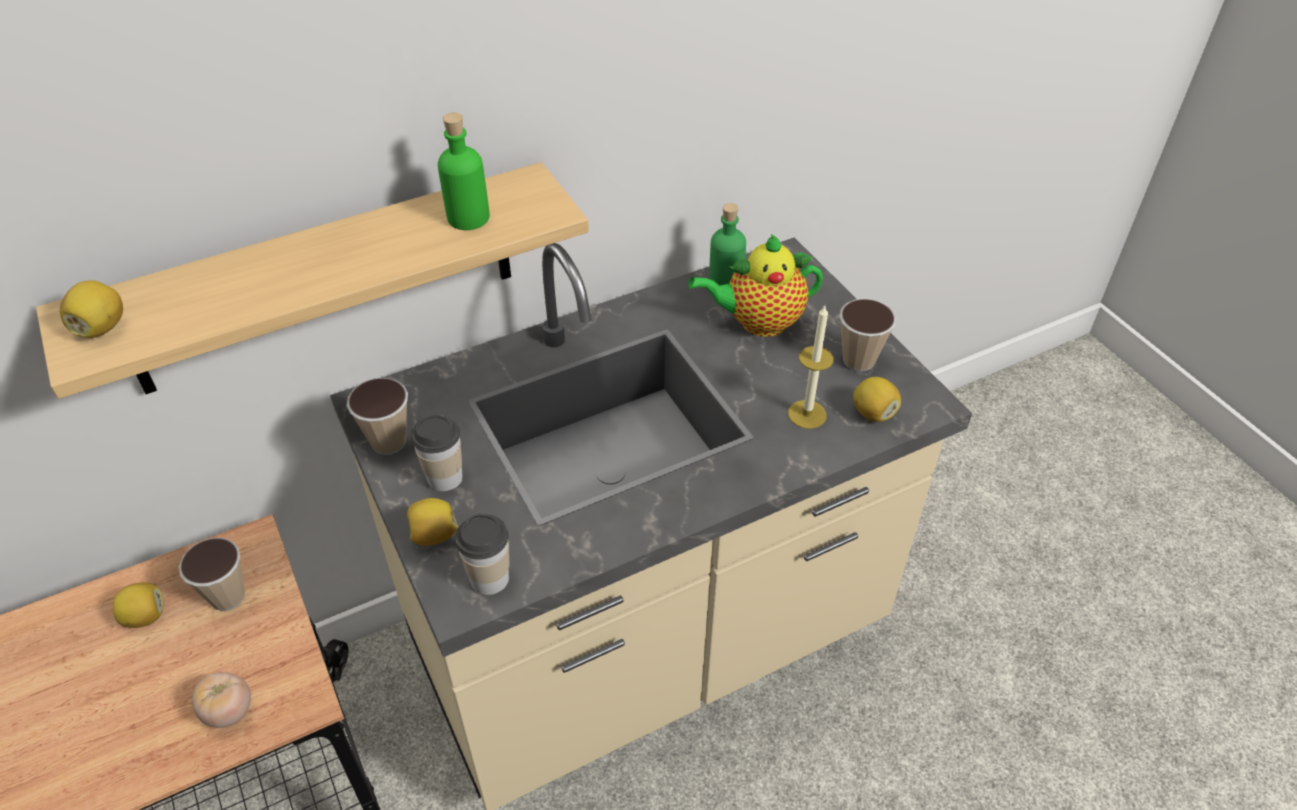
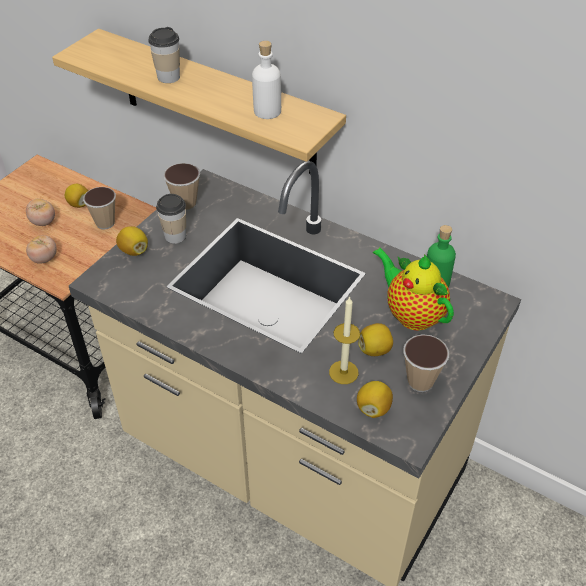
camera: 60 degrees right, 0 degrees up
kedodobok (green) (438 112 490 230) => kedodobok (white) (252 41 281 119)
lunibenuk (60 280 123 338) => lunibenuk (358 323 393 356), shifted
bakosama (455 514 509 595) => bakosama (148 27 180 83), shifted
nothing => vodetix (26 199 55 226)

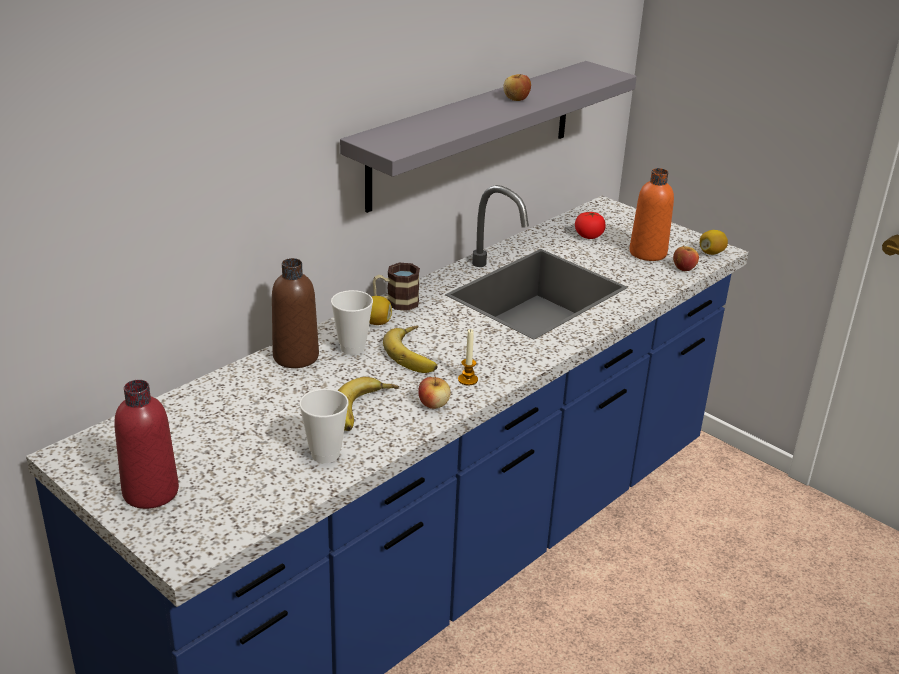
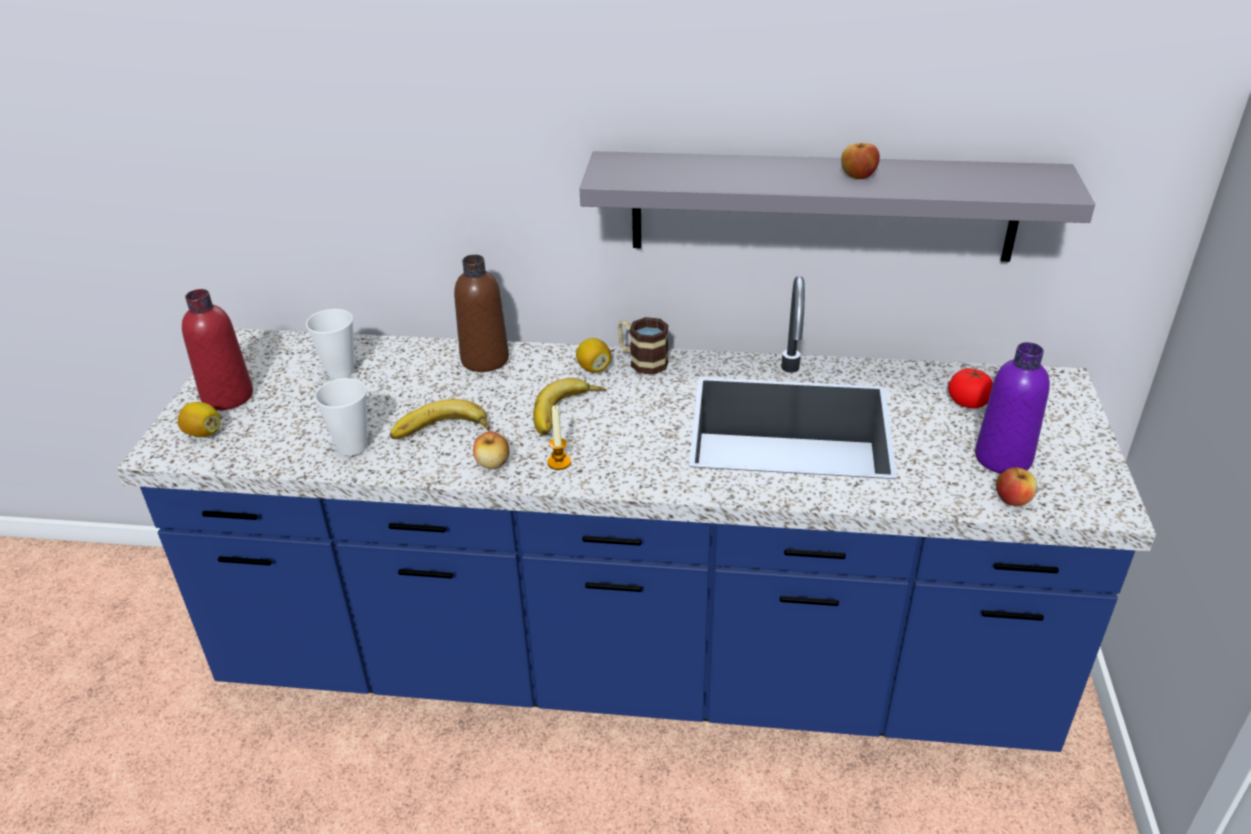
camera: 55 degrees right, 5 degrees up
kedodobok (orange) (629 168 674 261) => kedodobok (purple) (975 342 1050 474)
lunibenuk (700 230 728 255) => lunibenuk (178 402 220 437), shifted
bakosama (331 290 373 355) => bakosama (306 309 355 379), shifted

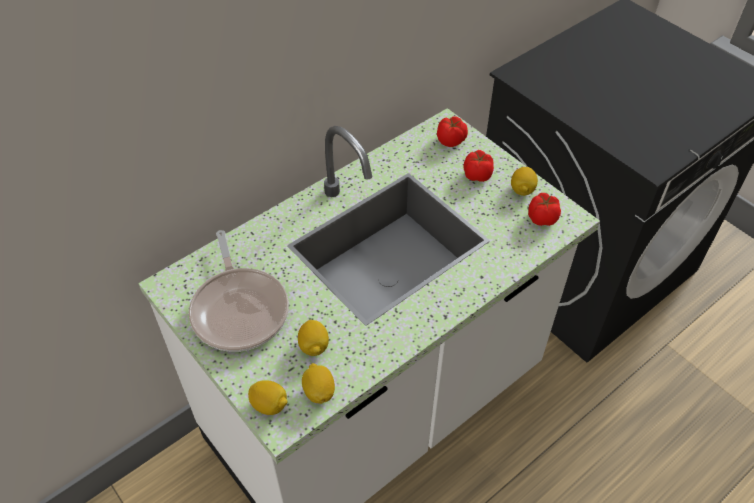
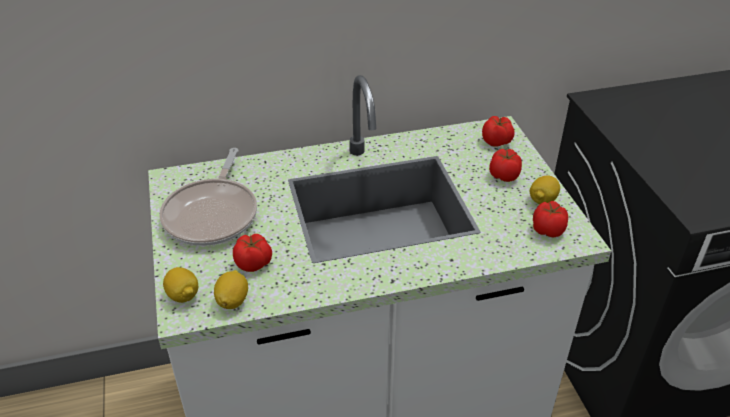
camera: 25 degrees right, 10 degrees down
lunibenuk (298 320 329 356) => vodetix (233 234 272 272)

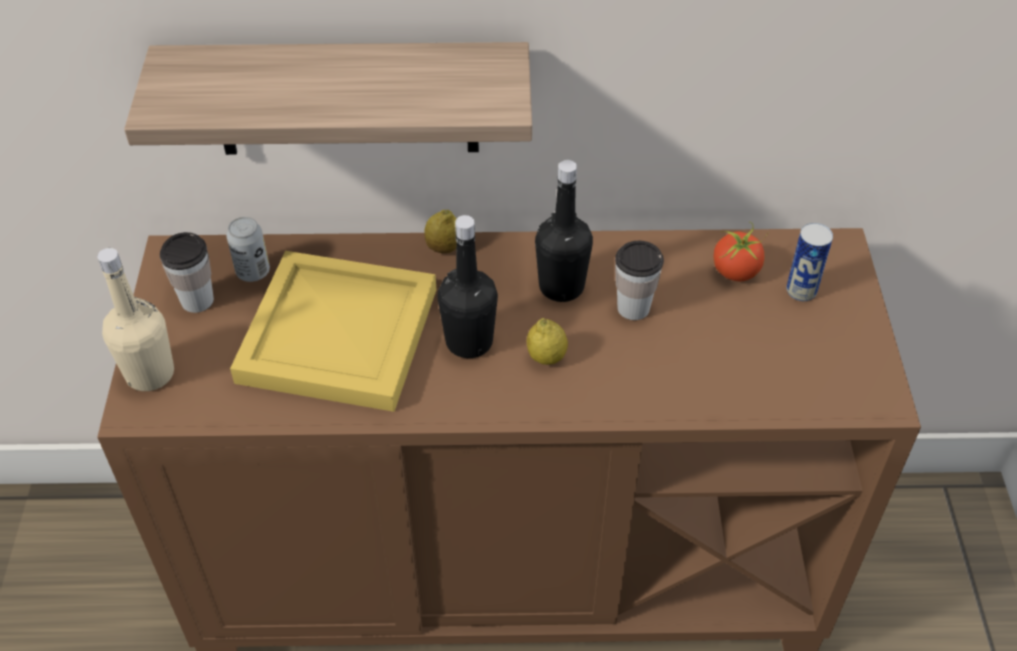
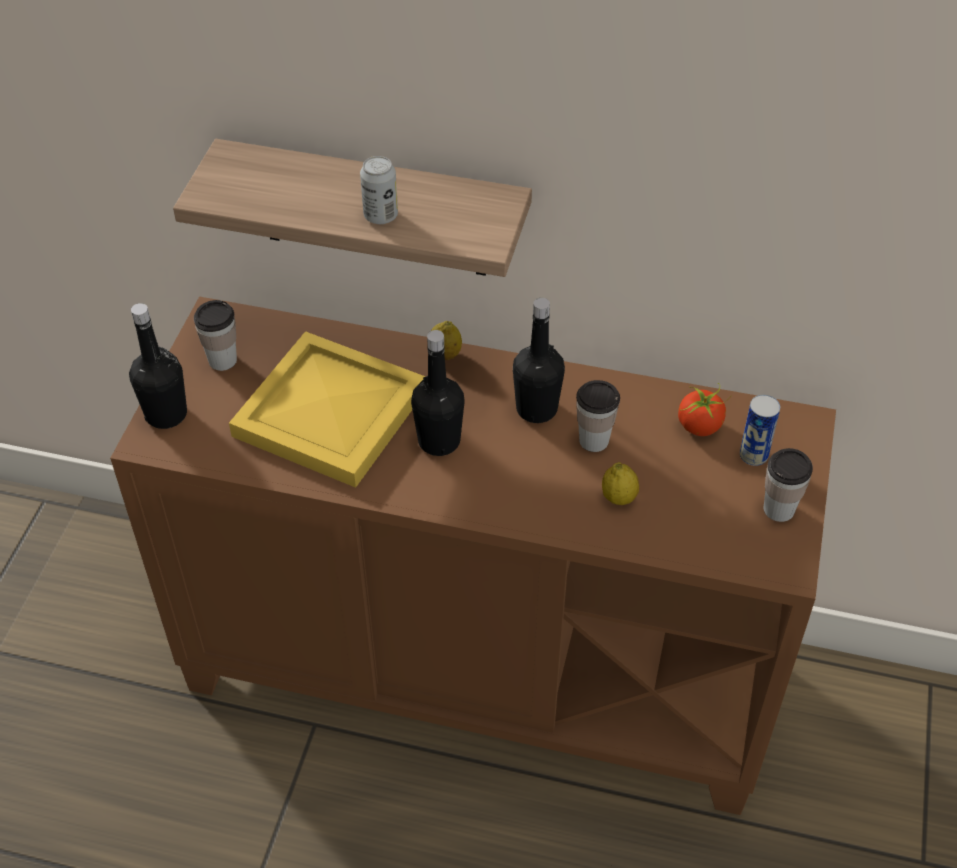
camera: 15 degrees right, 0 degrees up
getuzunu (226 217 270 282) => getuzunu (360 156 398 224), shifted
kedodobok (beige) (97 248 174 391) => kedodobok (black) (129 303 187 429)
lunibenuk (526 318 568 365) => lunibenuk (602 462 639 505), shifted
nothing => bakosama (764 448 813 522)

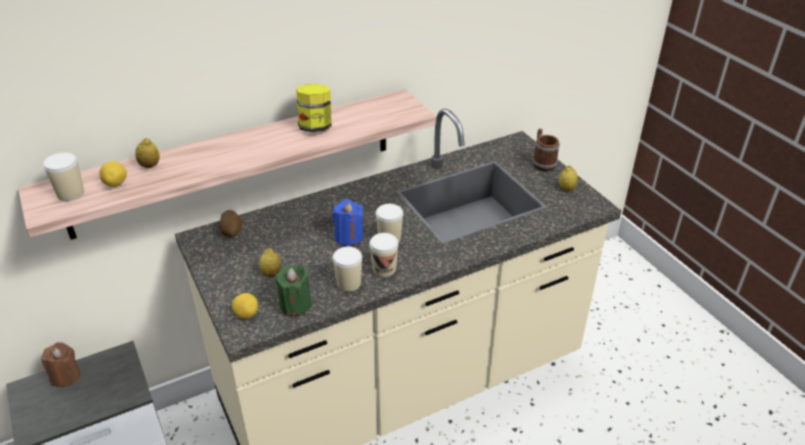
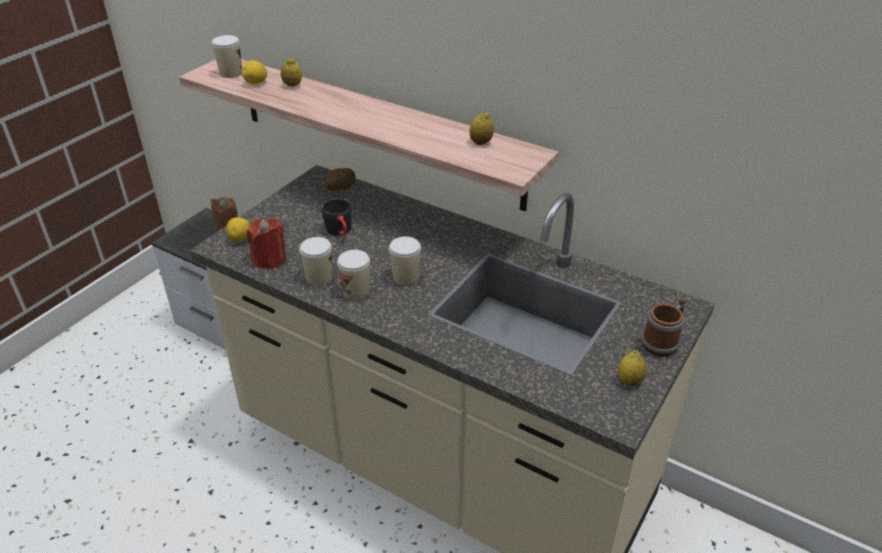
camera: 60 degrees right, 0 degrees up
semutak (296 84 332 132) => nothing
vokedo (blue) (333 199 363 246) => nothing
lunibenuk (259 248 281 277) => lunibenuk (469 111 494 145), shifted
vokedo (green) (276 265 312 316) => vokedo (red) (247 218 286 269)
nothing => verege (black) (322 198 352 236)

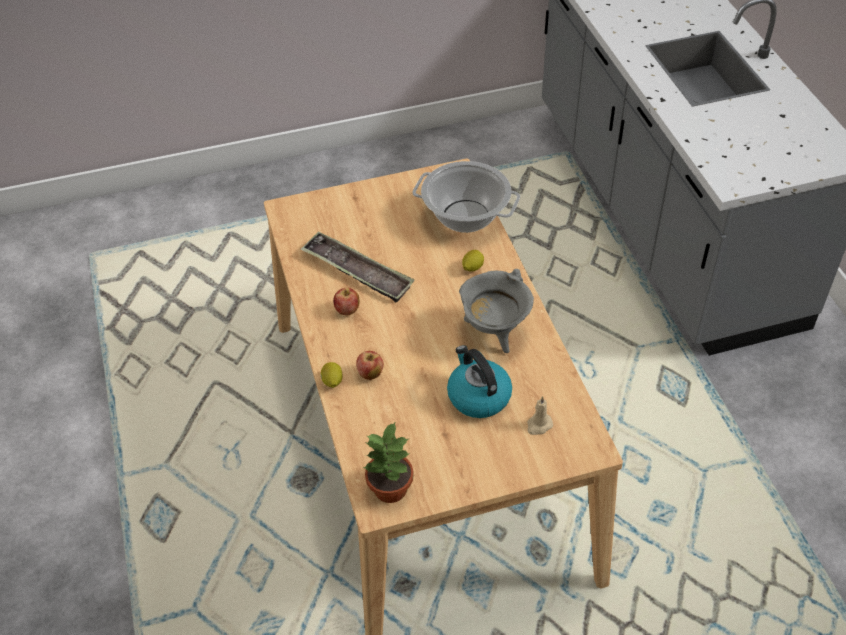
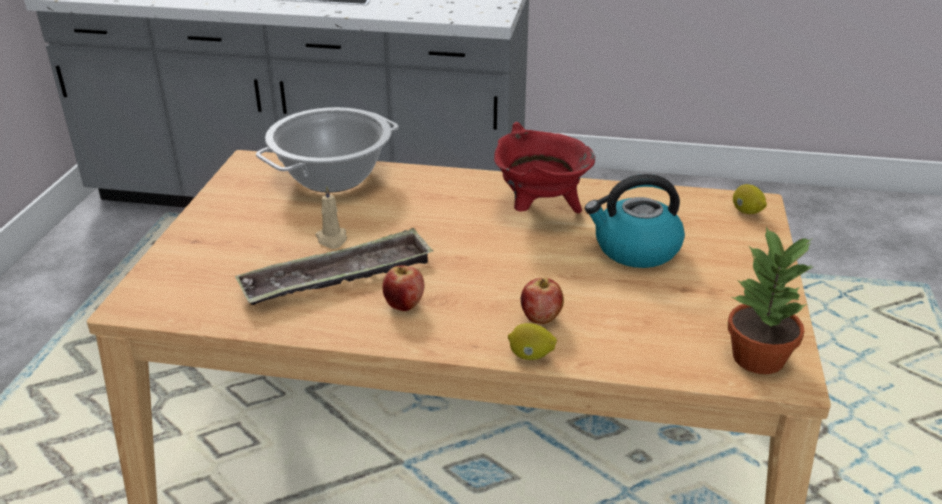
camera: 65 degrees left, 15 degrees down
lunibenuk (462 250 484 272) => lunibenuk (733 184 767 214), shifted
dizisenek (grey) (459 269 534 353) => dizisenek (red) (494 122 595 213)
vokedo (beige) (527 396 553 435) => vokedo (beige) (315 186 347 249), shifted

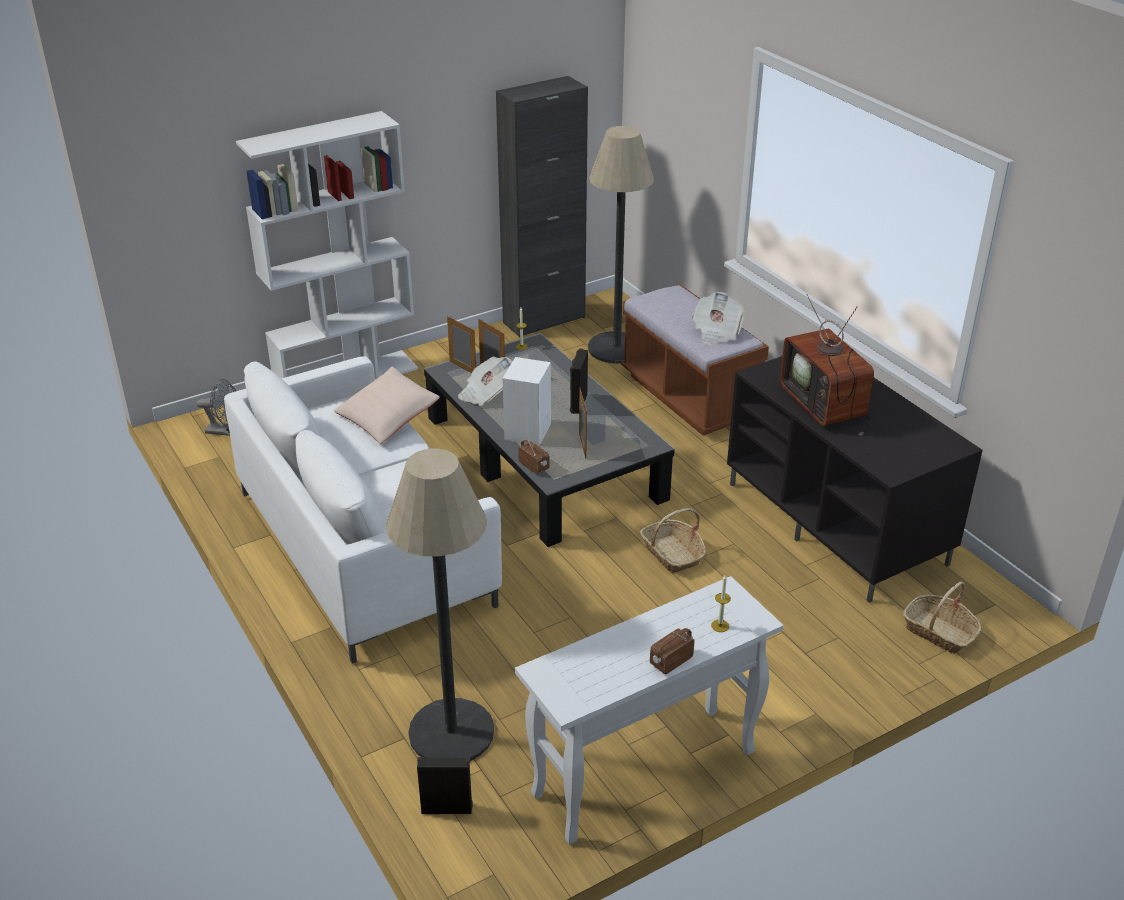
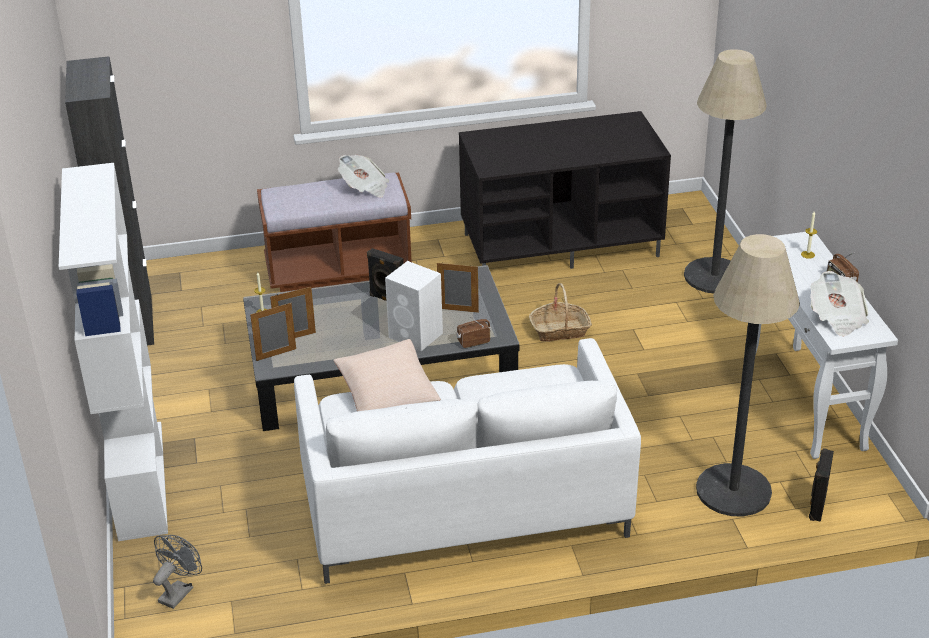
camera: 70 degrees left, 0 degrees up
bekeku (588 126 654 364) => bekeku (684 49 767 294), shifted
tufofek (780 294 874 436) => nothing
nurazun (458 357 512 406) => nurazun (810 271 869 337), shifted
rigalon (903 581 981 654) => nothing

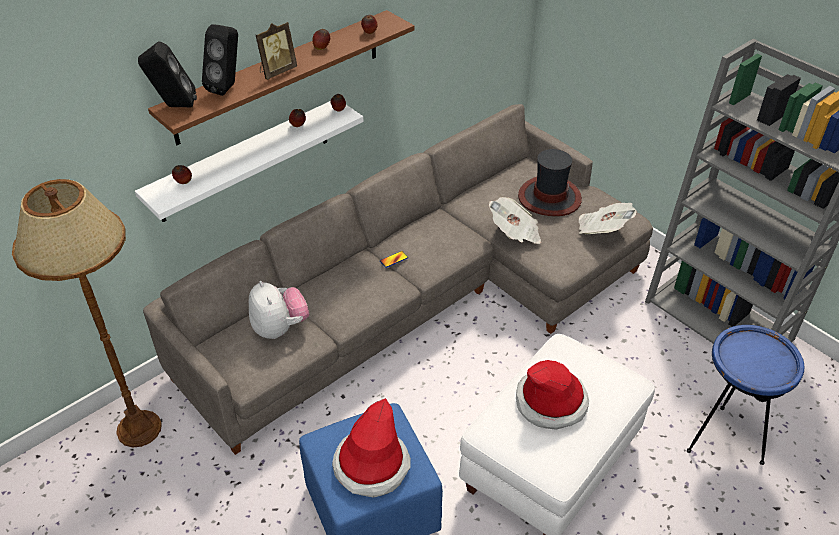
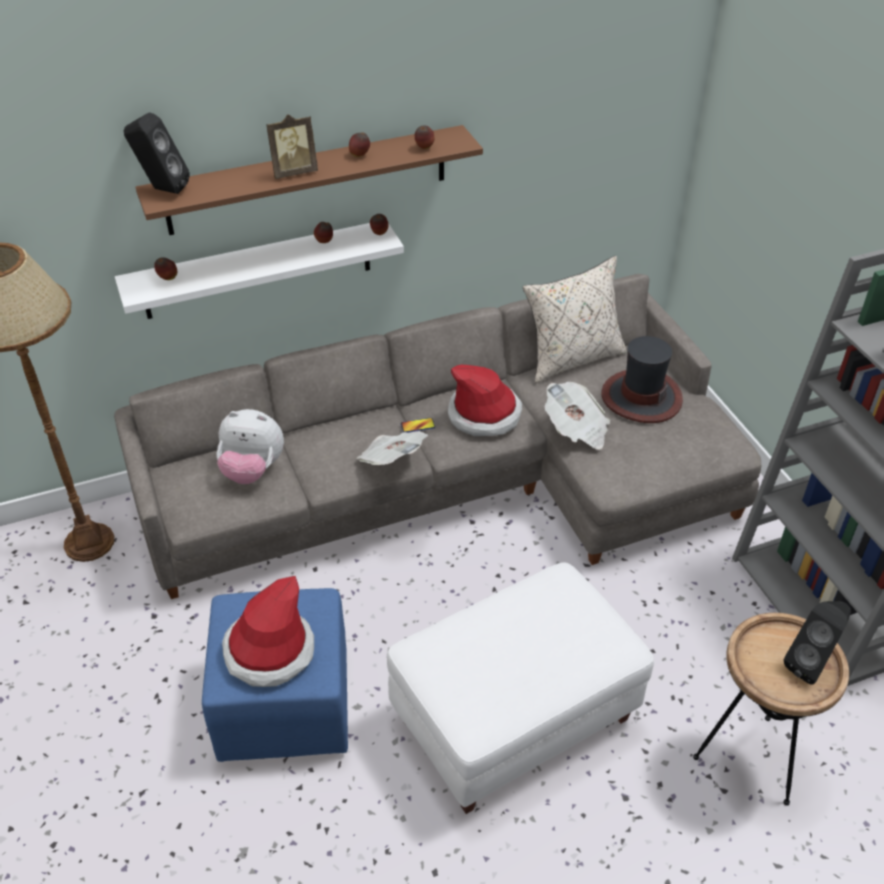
camera: 20 degrees right, 0 degrees up
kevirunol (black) (202 24 238 96) => kevirunol (black) (784 601 851 684), shifted
nurazun (579 203 636 234) => nurazun (356 431 428 465), shifted
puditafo (249 281 309 339) => puditafo (216 409 284 484), 105 degrees clockwise
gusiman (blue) (687 325 804 465) => gusiman (brown) (693 613 849 806)
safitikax (516 360 589 430) => safitikax (448 365 522 436), shifted
nothing => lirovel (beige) (523 256 627 383)

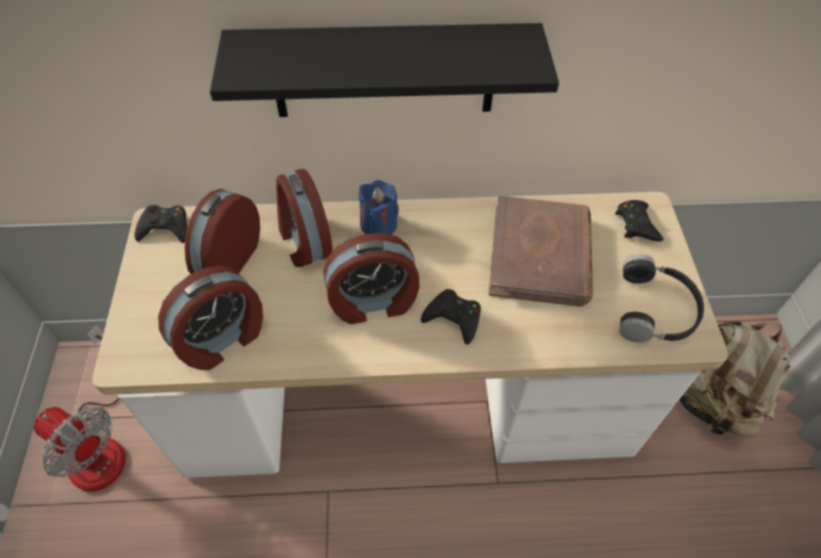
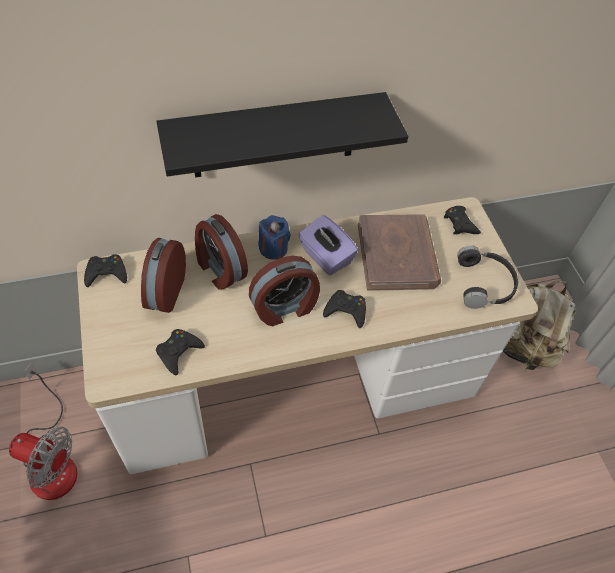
camera: 15 degrees left, 0 degrees up
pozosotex (158 266 263 370) => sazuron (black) (156 329 205 375)
nothing => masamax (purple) (298 215 358 276)

